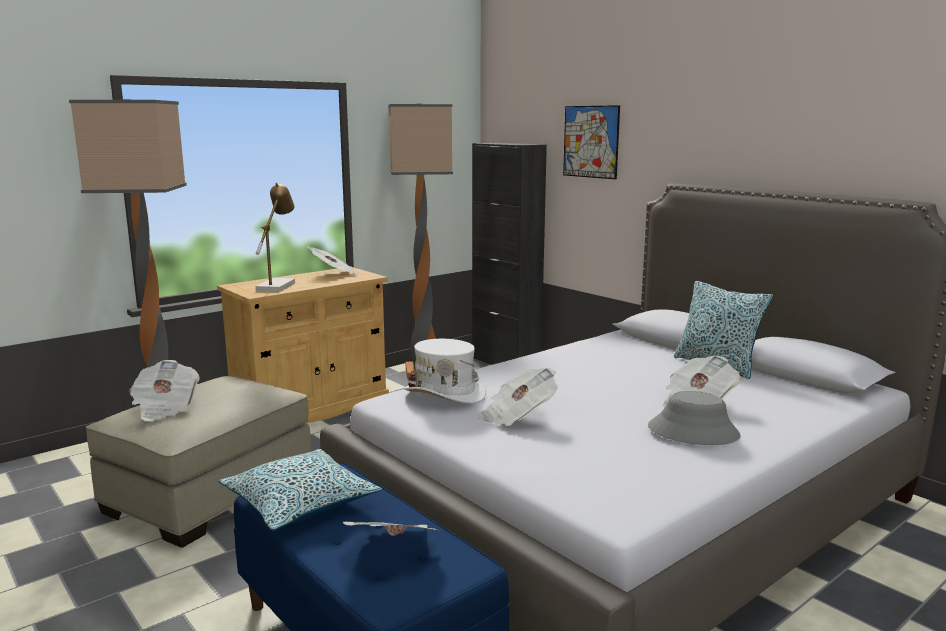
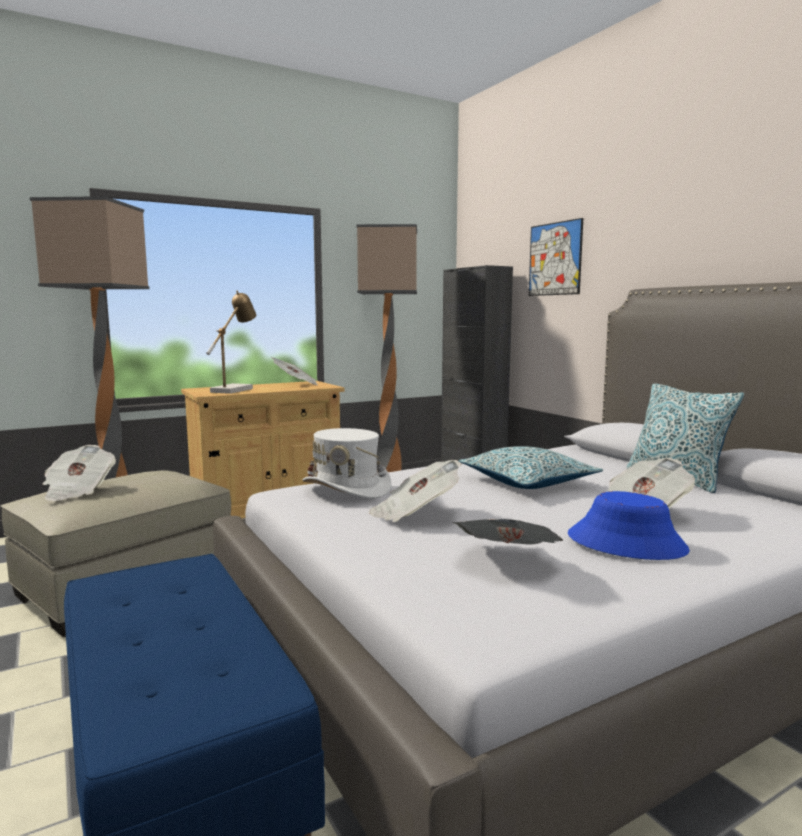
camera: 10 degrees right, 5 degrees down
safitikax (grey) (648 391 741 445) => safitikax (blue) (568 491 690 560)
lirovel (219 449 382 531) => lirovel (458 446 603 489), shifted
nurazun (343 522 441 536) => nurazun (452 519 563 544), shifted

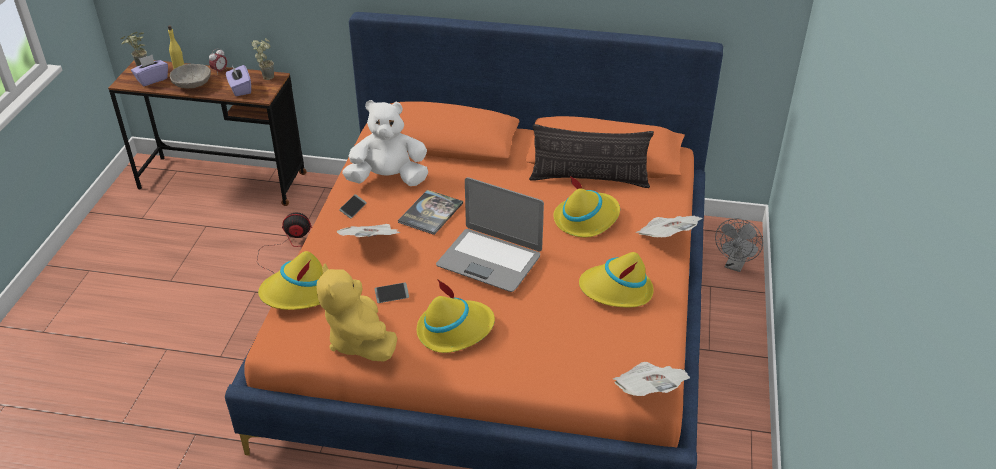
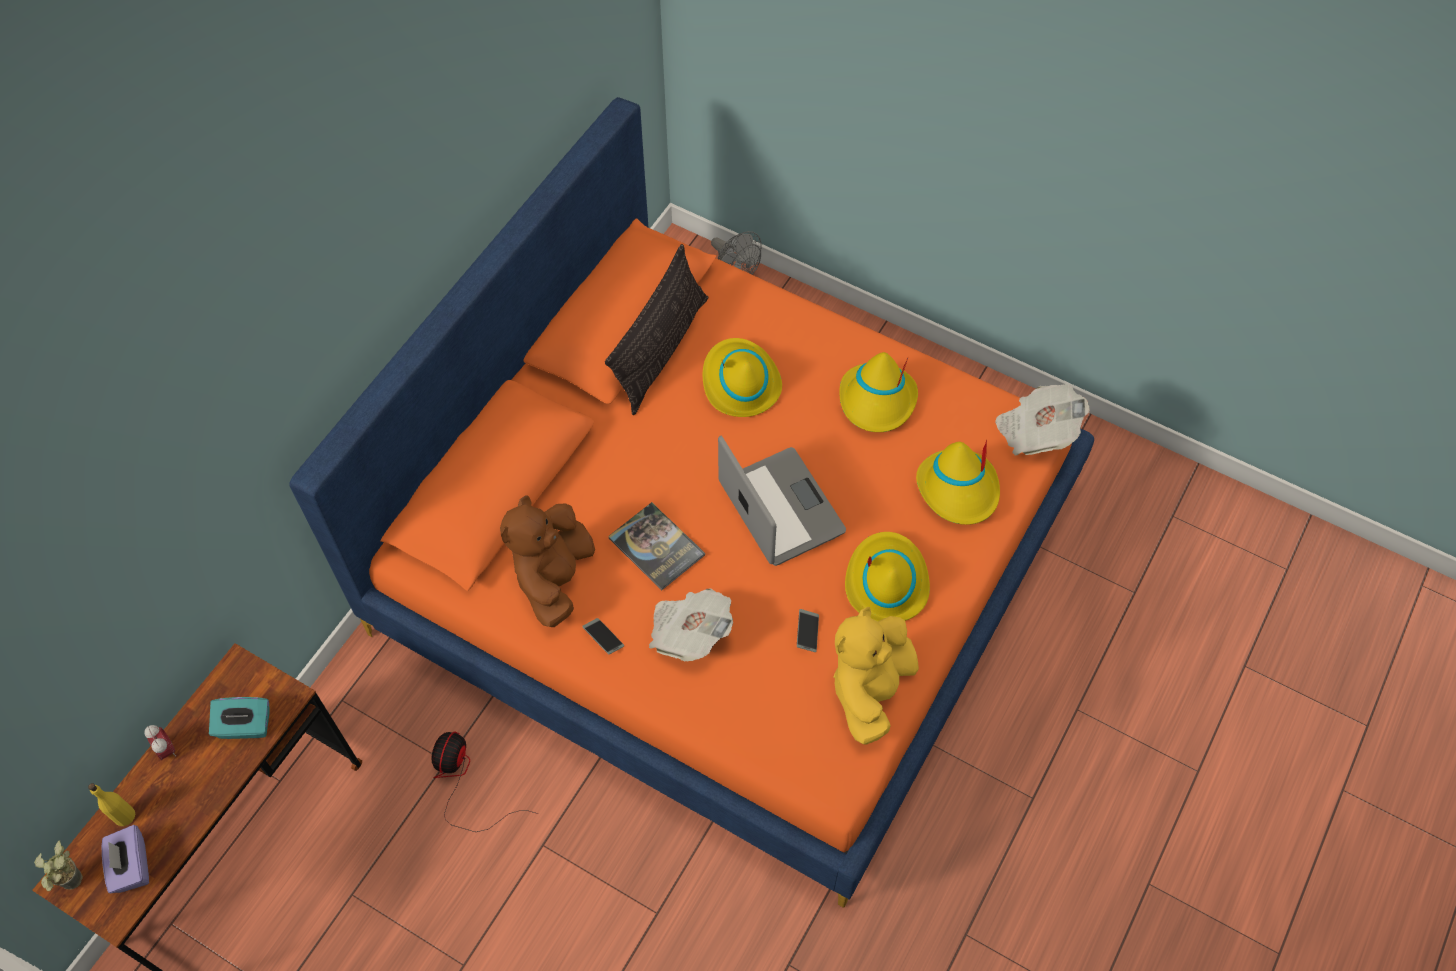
camera: 70 degrees left, 20 degrees up
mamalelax (251 38 274 80) => nothing
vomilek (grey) (170 64 211 89) => nothing
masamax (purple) (226 65 251 96) => masamax (turquoise) (209 697 270 739)
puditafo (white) (342 100 428 186) => puditafo (brown) (500 495 595 627)
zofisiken (436 177 544 292) => zofisiken (718 436 846 566), 75 degrees counterclockwise
nurazun (635 216 703 237) => nothing
safitikax (yellow) (258 251 323 310) => safitikax (yellow) (916 439 1000 525), shifted
puditafo (yellow) (316 263 397 362) => puditafo (yellow) (833 607 919 745), 120 degrees clockwise

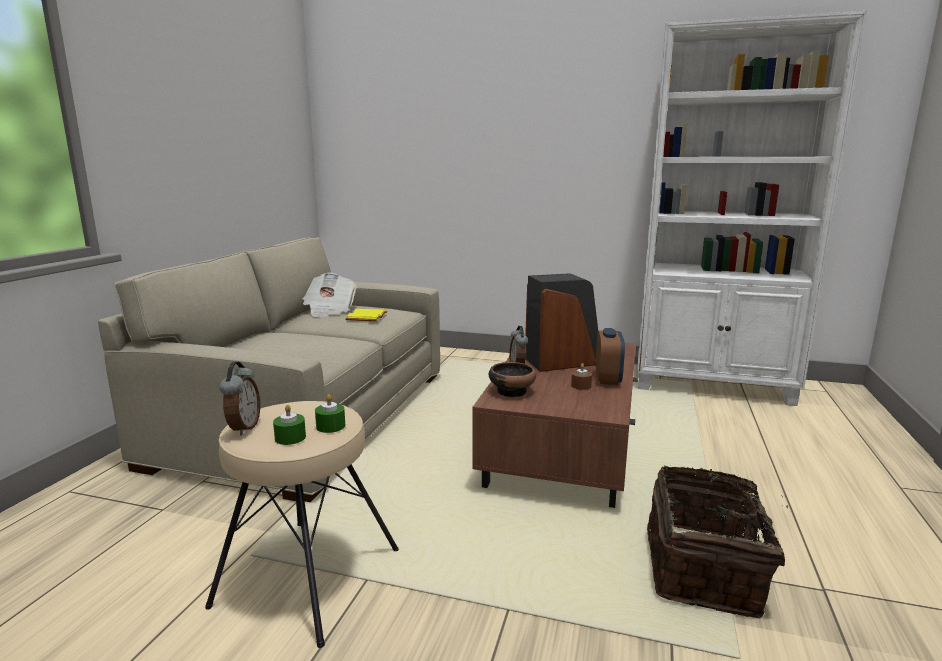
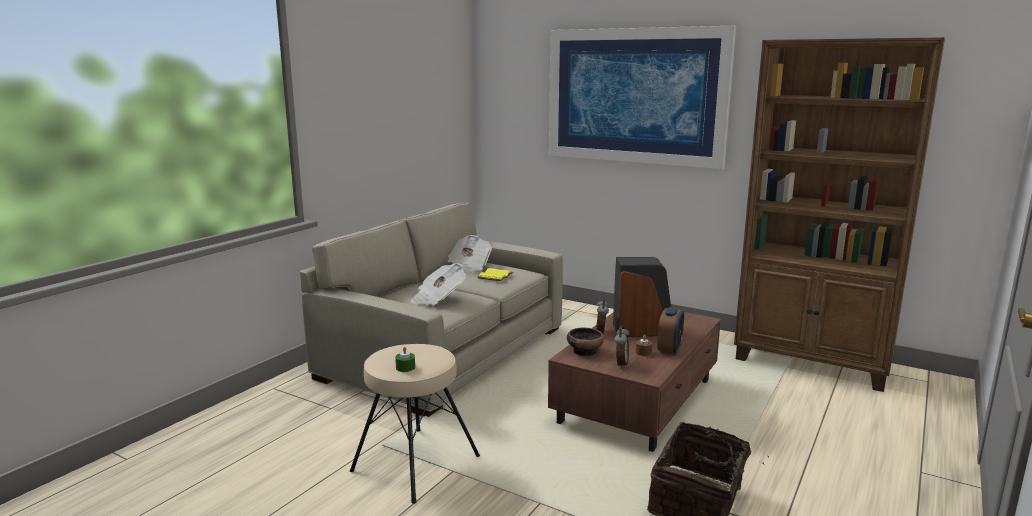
camera: 15 degrees right, 0 degrees up
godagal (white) (637 11 867 406) => godagal (brown) (734 37 945 392)
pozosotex (220 362 260 435) => pozosotex (614 326 629 368), shifted
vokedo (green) (315 394 345 433) => nothing
nothing => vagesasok (549 26 736 169)
nothing => nurazun (410 263 466 305)

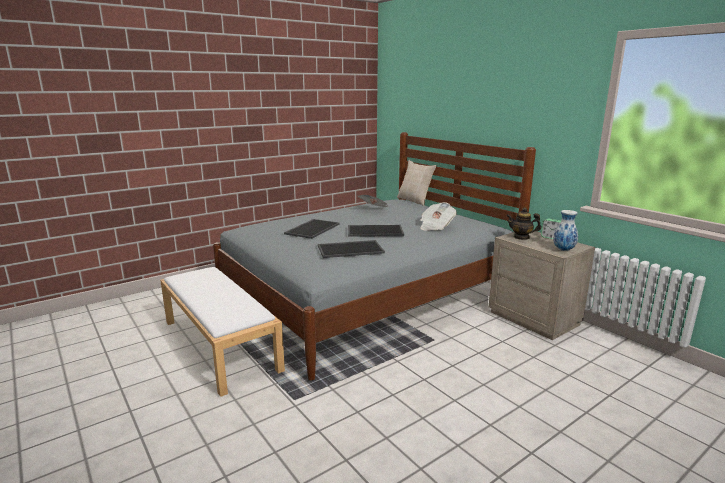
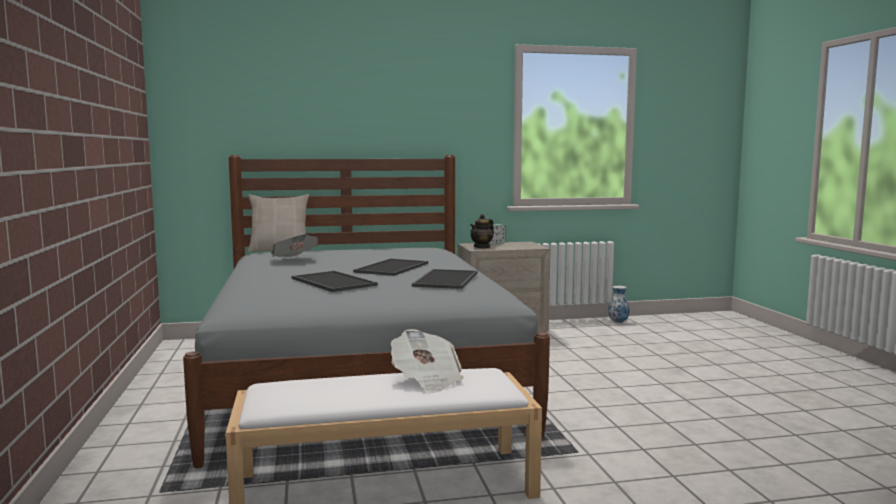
camera: 65 degrees left, 10 degrees down
nurazun (420 202 457 231) => nurazun (391 329 464 393), shifted
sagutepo (553 210 578 251) => sagutepo (608 286 629 323), shifted

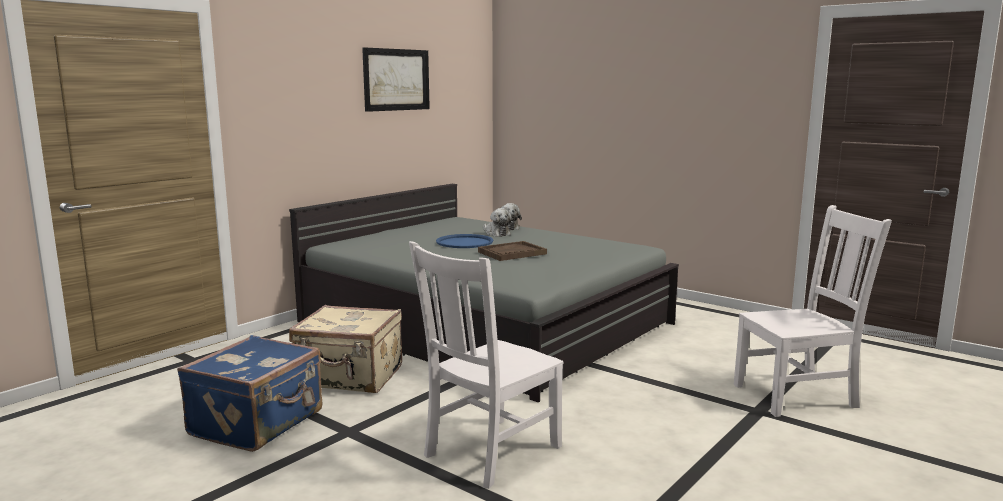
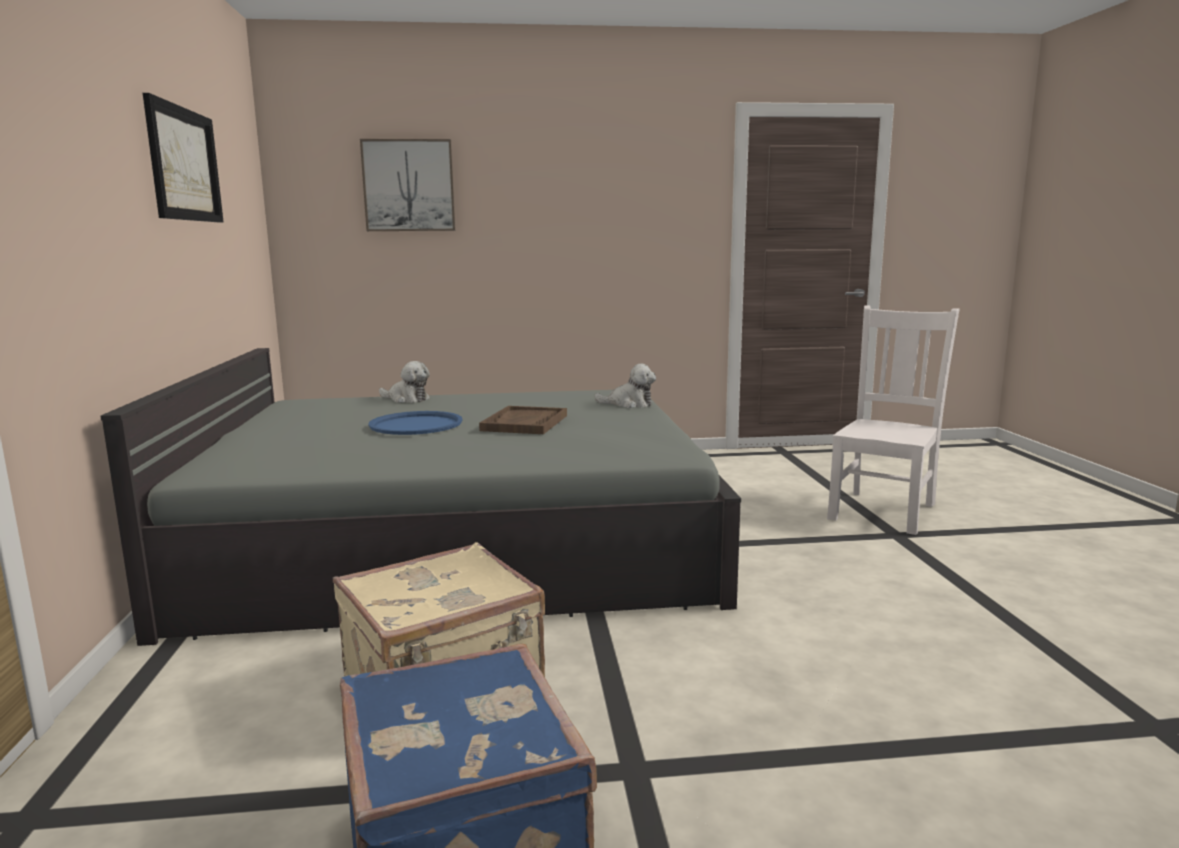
camera: 45 degrees left, 0 degrees up
puditafo (483 208 512 237) => puditafo (594 364 656 408), shifted
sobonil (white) (409 241 563 489) => nothing
nothing => vagesasok (360 139 455 231)

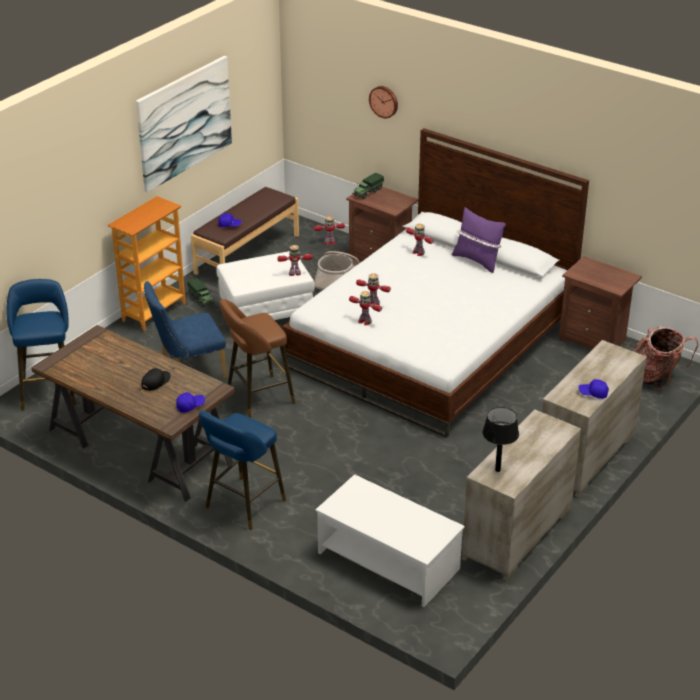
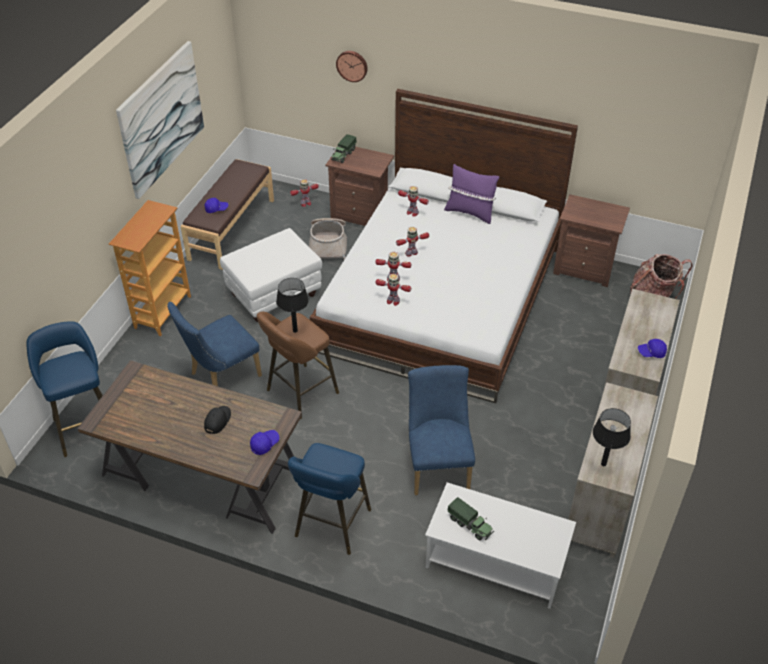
camera: 15 degrees left, 10 degrees up
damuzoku (277 245 312 276) => damuzoku (396 227 429 257), shifted
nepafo (188 278 215 307) => nepafo (448 497 494 541), shifted
nothing => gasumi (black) (276 278 309 333)
nothing => sobonil (blue) (408 365 475 495)

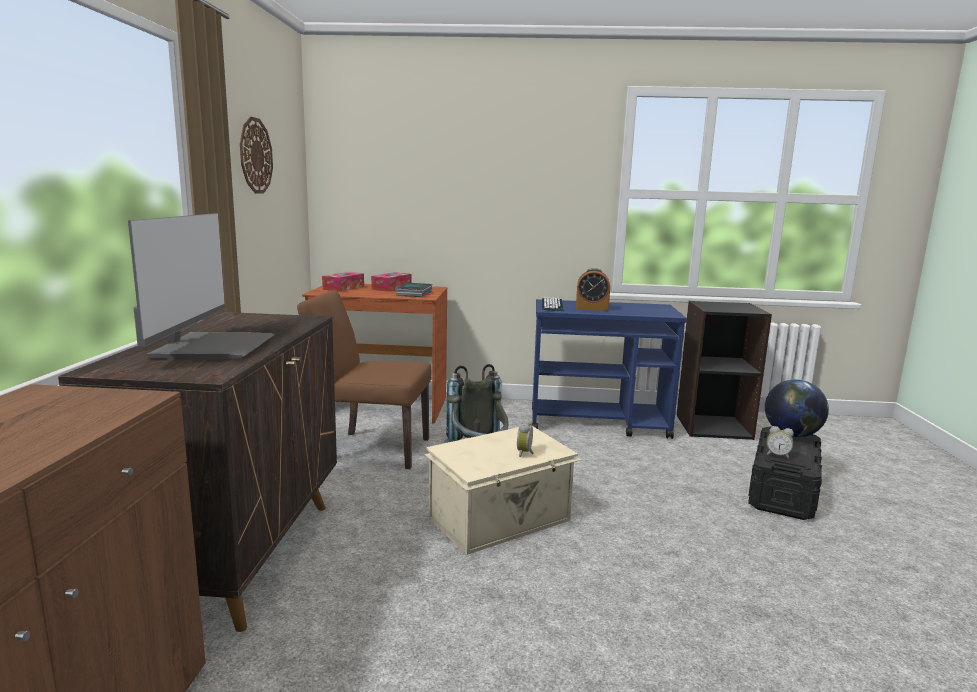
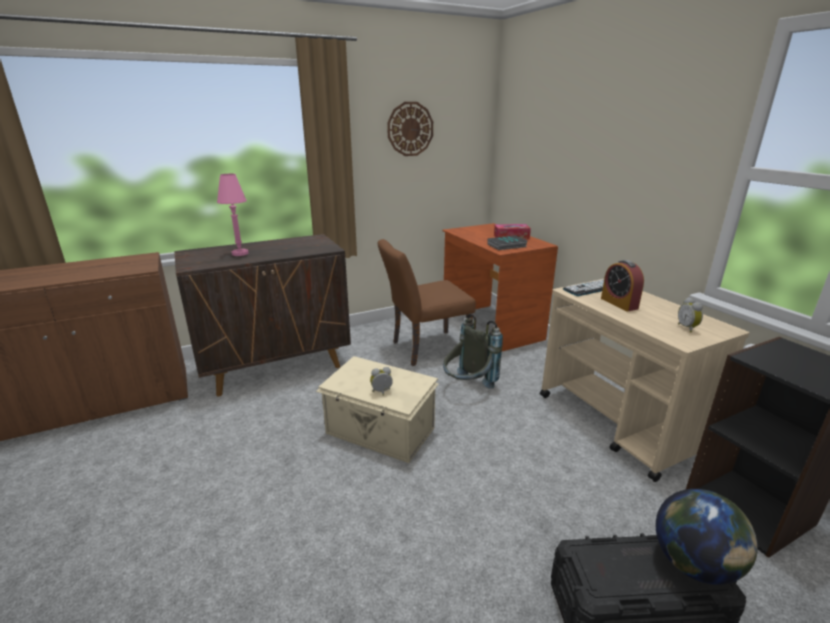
camera: 60 degrees right, 10 degrees up
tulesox (128 213 275 360) => gasumi (pink) (217 174 249 256)
masamax (322 272 364 292) => nothing
sobonil (brown) (297 290 431 469) => sobonil (brown) (377 239 476 366), 90 degrees counterclockwise
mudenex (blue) (532 299 687 439) => mudenex (beige) (540 279 750 482)
pozosotex (767 426 794 459) => pozosotex (678 297 703 332), shifted

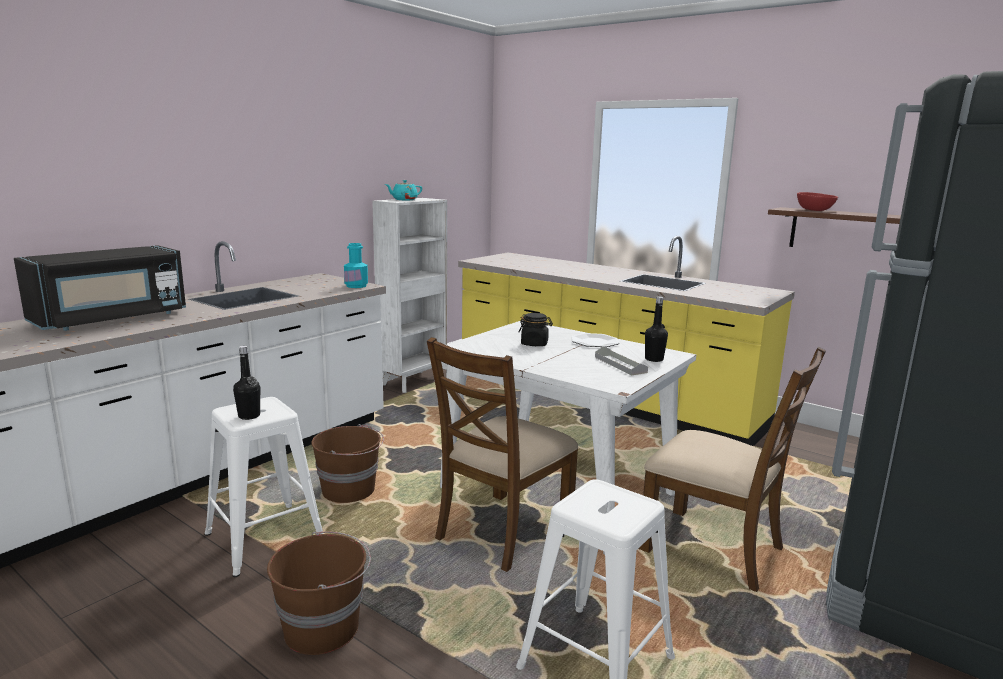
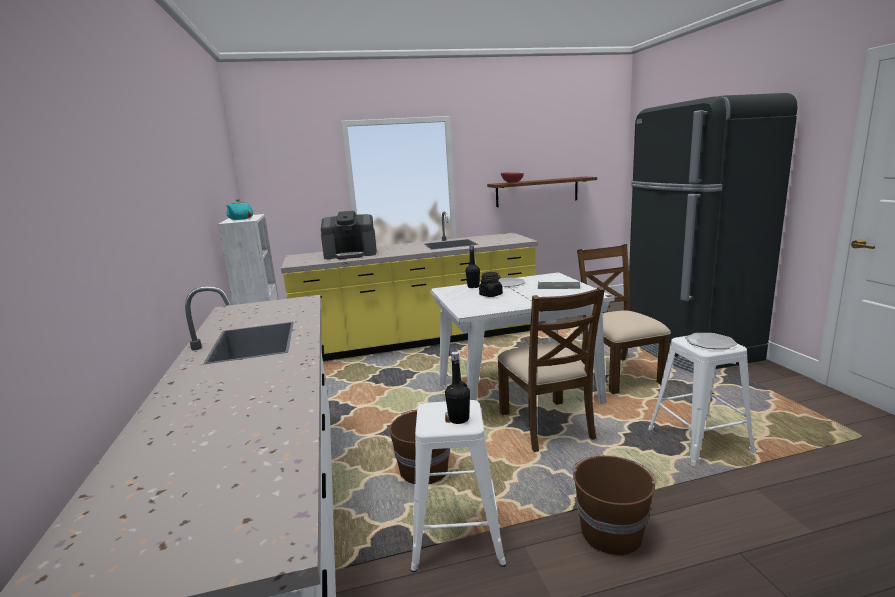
camera: 50 degrees left, 0 degrees up
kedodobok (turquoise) (344 243 368 288) => nothing
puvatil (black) (14 245 186 331) => nothing
kedodobok (black) (645 296 668 362) => kedodobok (black) (466 245 480 288), shifted
sobonil (brown) (638 347 826 592) => sobonil (brown) (577 244 671 394), 90 degrees counterclockwise
nothing => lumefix (321 211 377 259)
nothing => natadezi (685 333 737 349)

